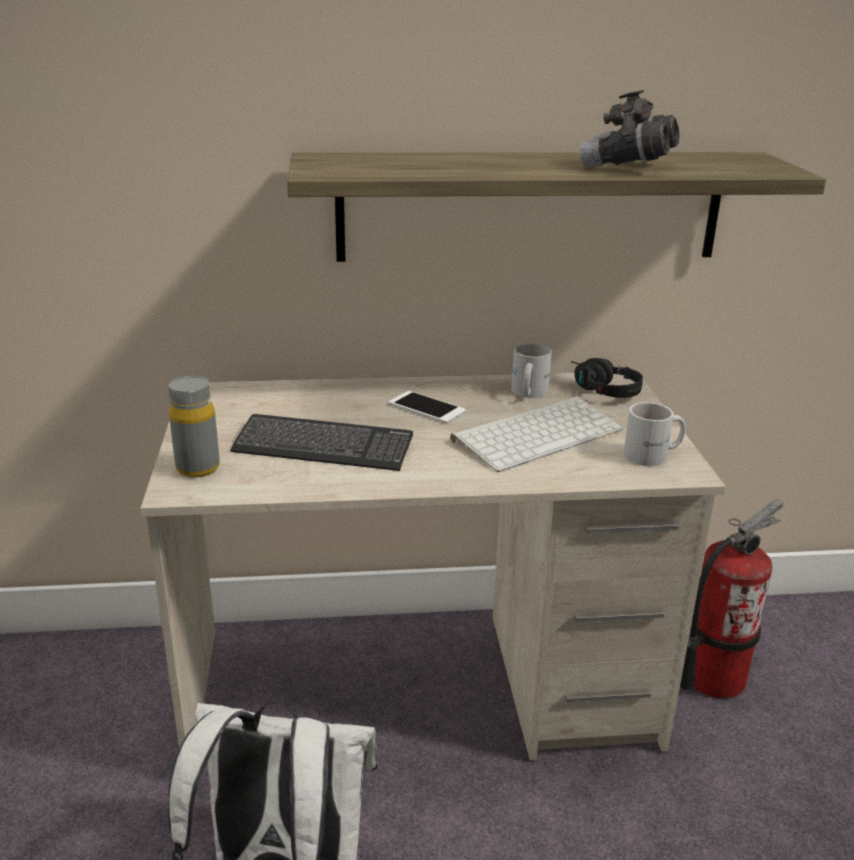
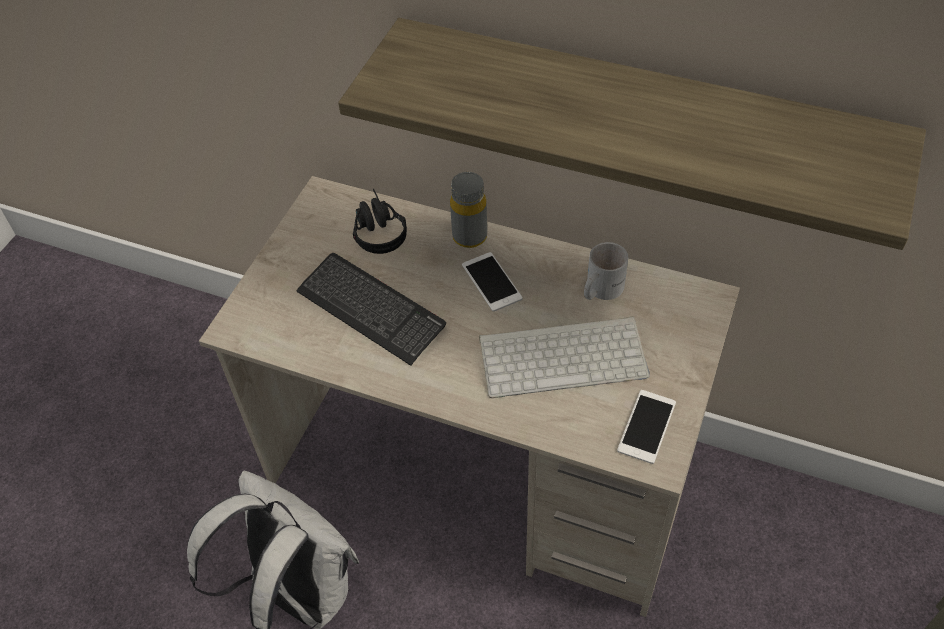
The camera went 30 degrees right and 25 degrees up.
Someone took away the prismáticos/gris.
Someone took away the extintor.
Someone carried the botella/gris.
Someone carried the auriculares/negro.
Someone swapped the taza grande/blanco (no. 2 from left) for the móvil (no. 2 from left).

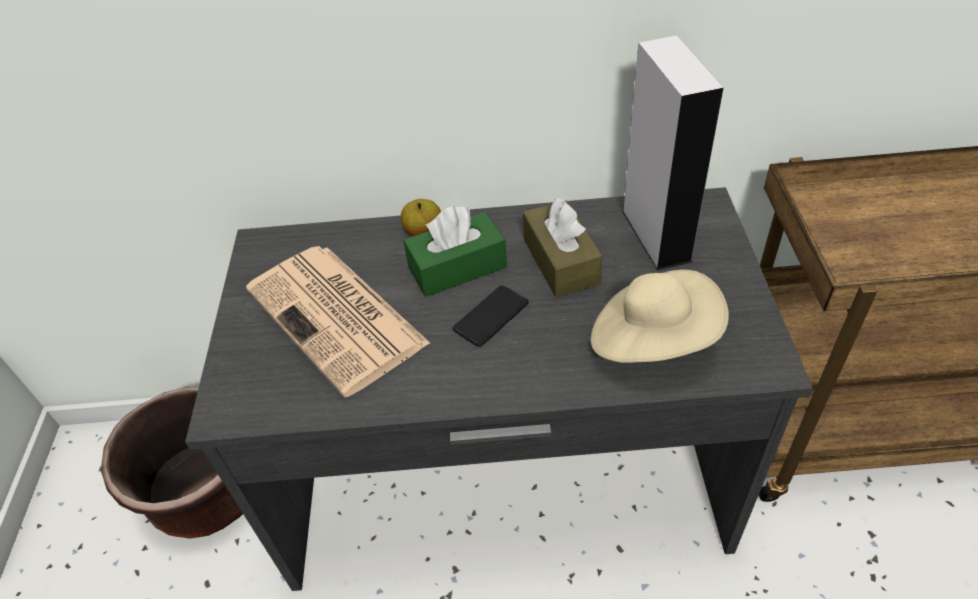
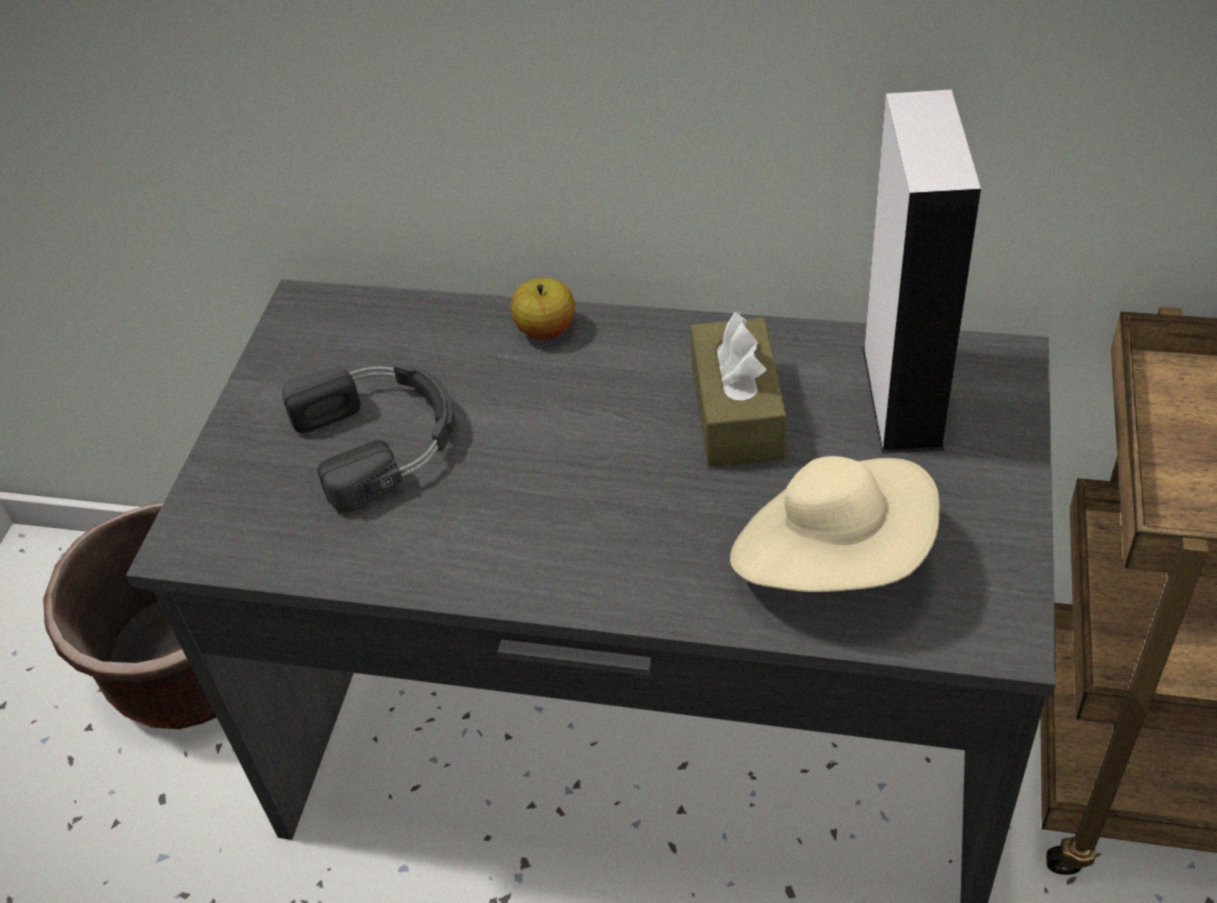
The camera went 15 degrees right and 0 degrees up.
Someone took away the caja de pañuelos/verde.
Someone took away the móvil.
Someone swapped the periódico for the auriculares/negro.

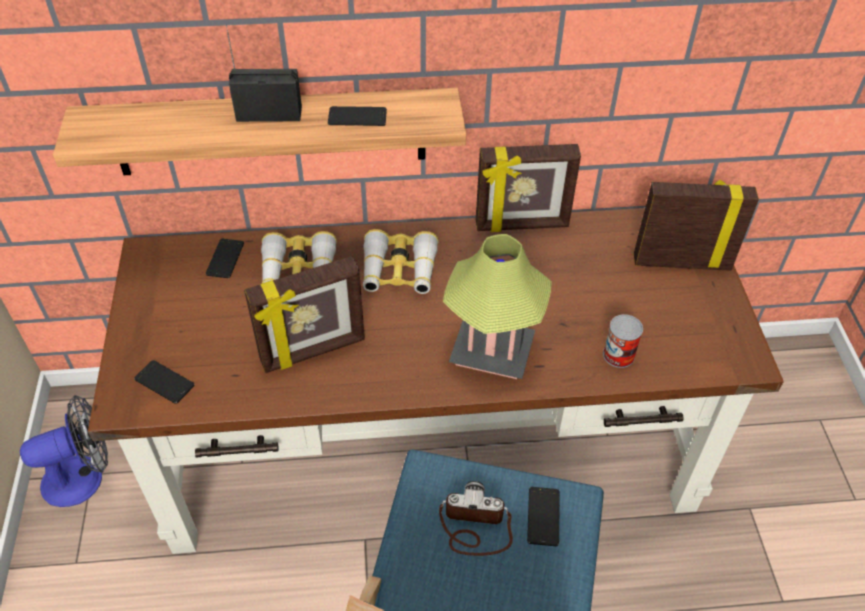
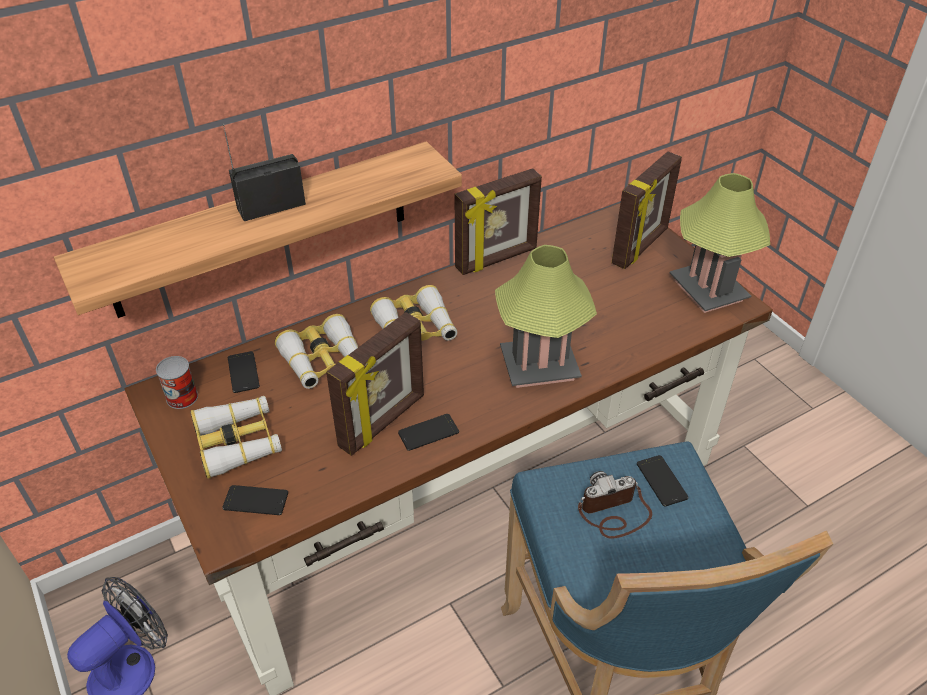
The camera went 25 degrees left and 5 degrees down.
Someone put down the prismáticos (no. 1 from left).
Someone put down the lámpara de mesa (no. 2 from left).
Someone carried the móvil (no. 3 from left).
Someone carried the lata.
Someone rotated the portarretratos (no. 3 from left) by 150 degrees clockwise.

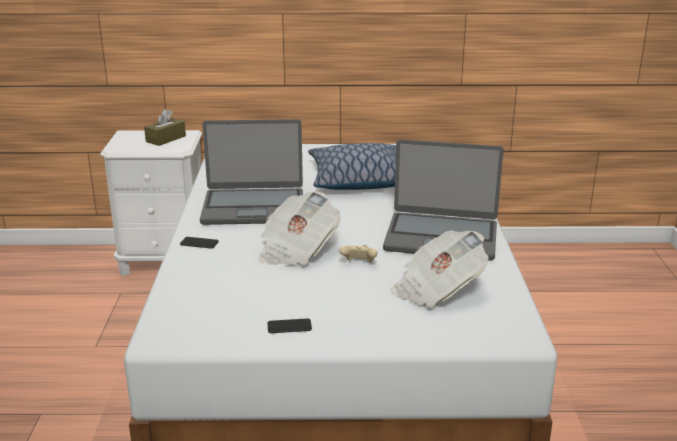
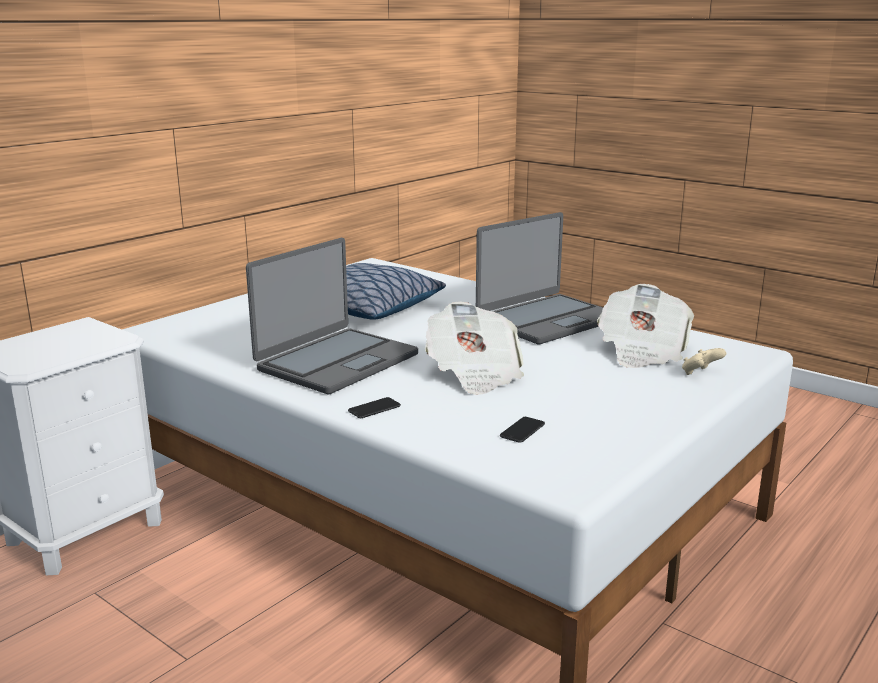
The camera went 50 degrees left and 5 degrees down.
Someone took away the caja de pañuelos/marrón.
Someone carried the móvil (no. 2 from left).
Someone carried the mando de consola/beis.

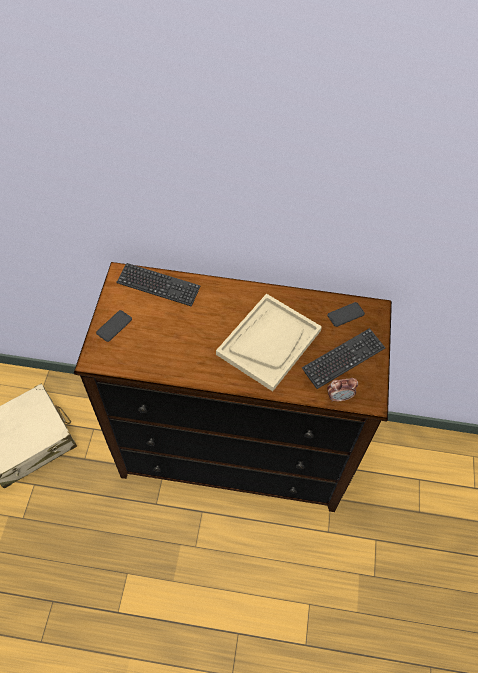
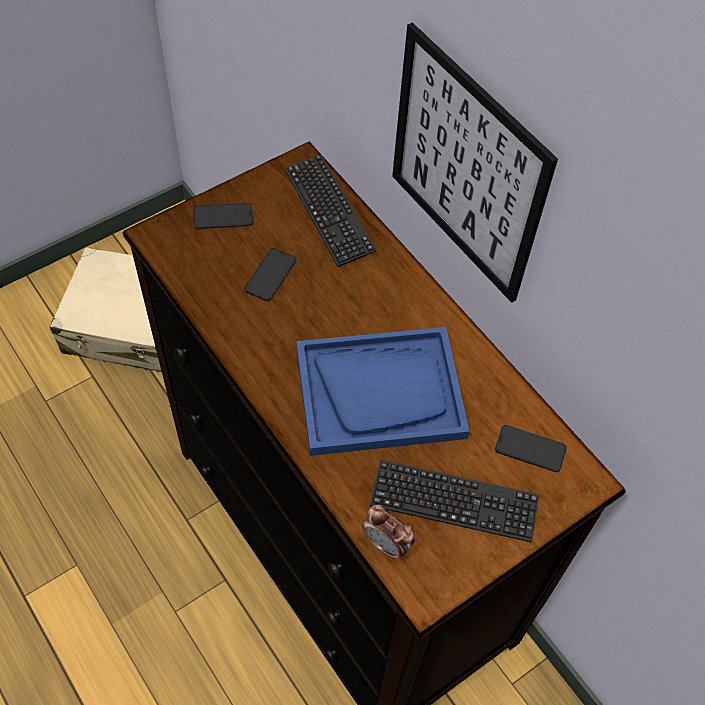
The camera went 45 degrees right and 0 degrees up.
Someone put down the móvil (no. 2 from left).
Someone put up the cuadro.
Someone repainted the bandeja/beis, which became the bandeja/azul.

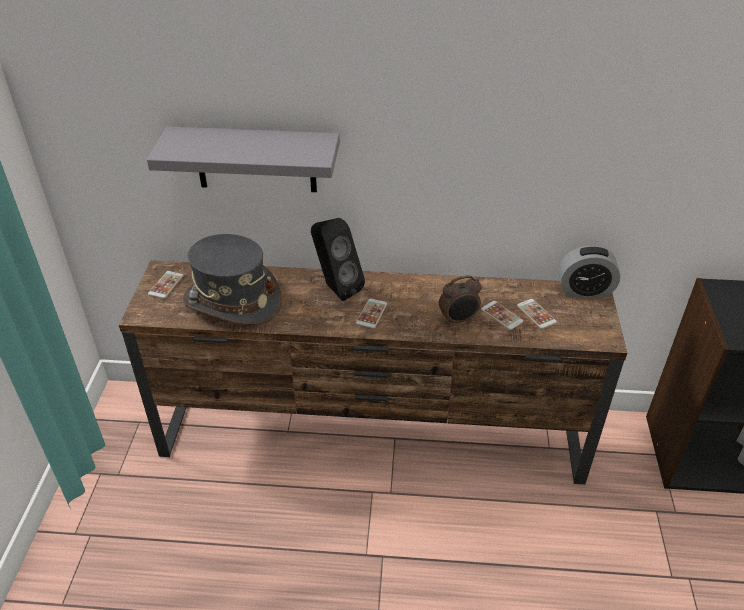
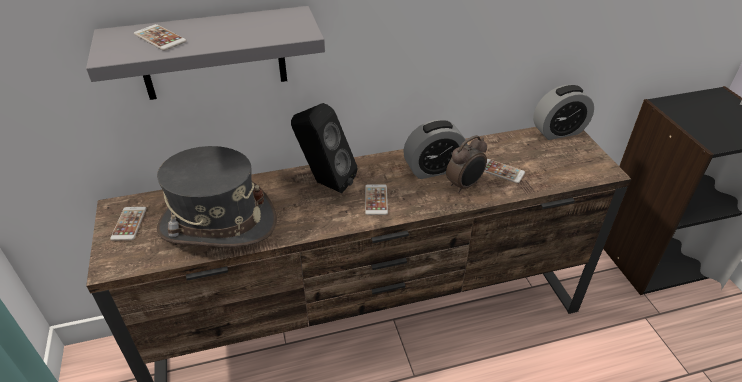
The camera went 20 degrees left and 0 degrees up.
Someone put down the despertador (no. 1 from left).
Someone carried the móvil (no. 4 from left in the first image).

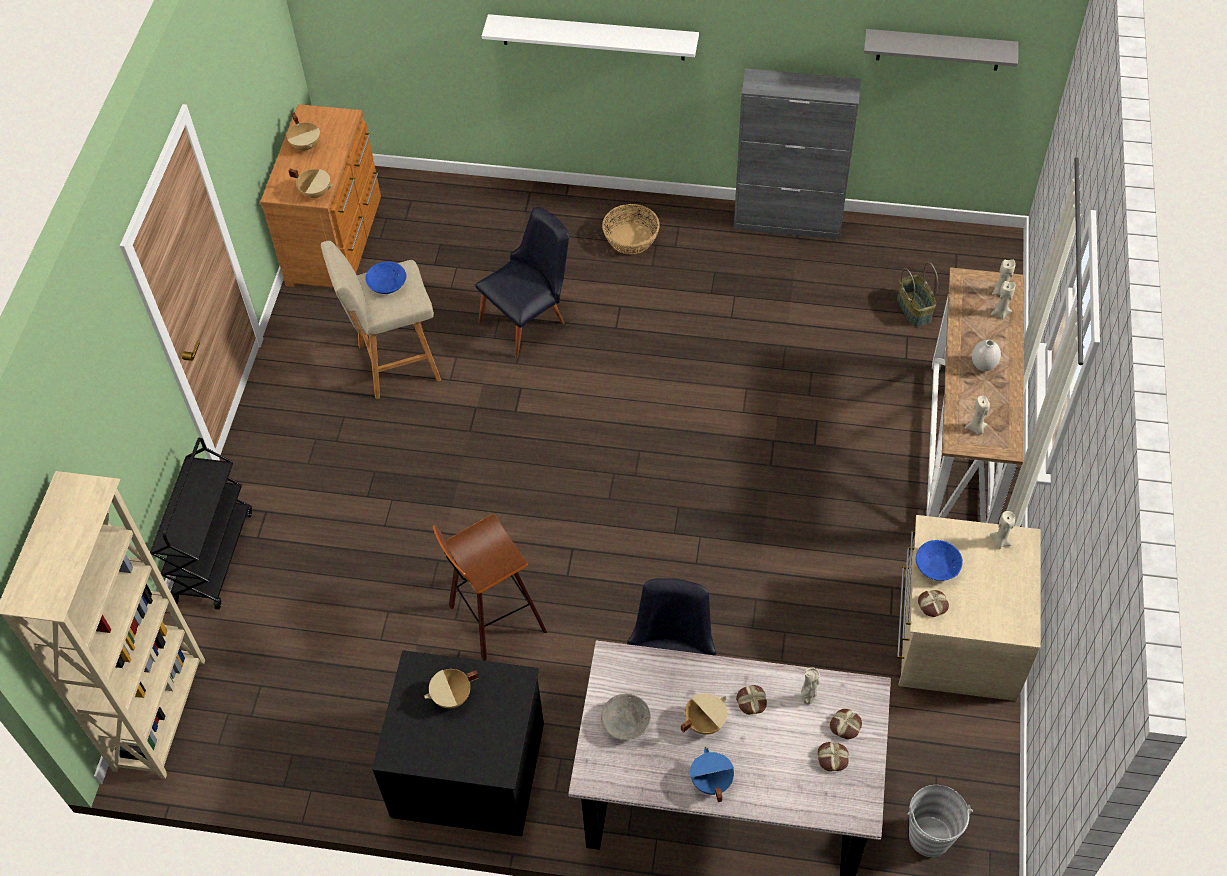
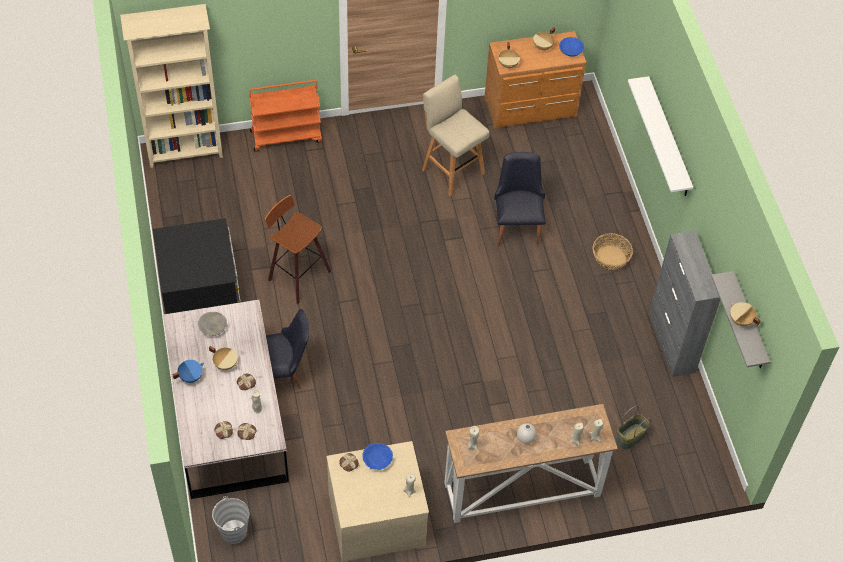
The camera went 65 degrees right and 0 degrees up.
Someone carried the cuenco/azul (no. 1 from left in the first image).
Someone carried the olla/beis (no. 3 from left in the first image).
Someone repainted the carrito/negro, which became the carrito/naranja.
Someone rotated the silla/negro (no. 1 from left in the first image) by 120 degrees counterclockwise.

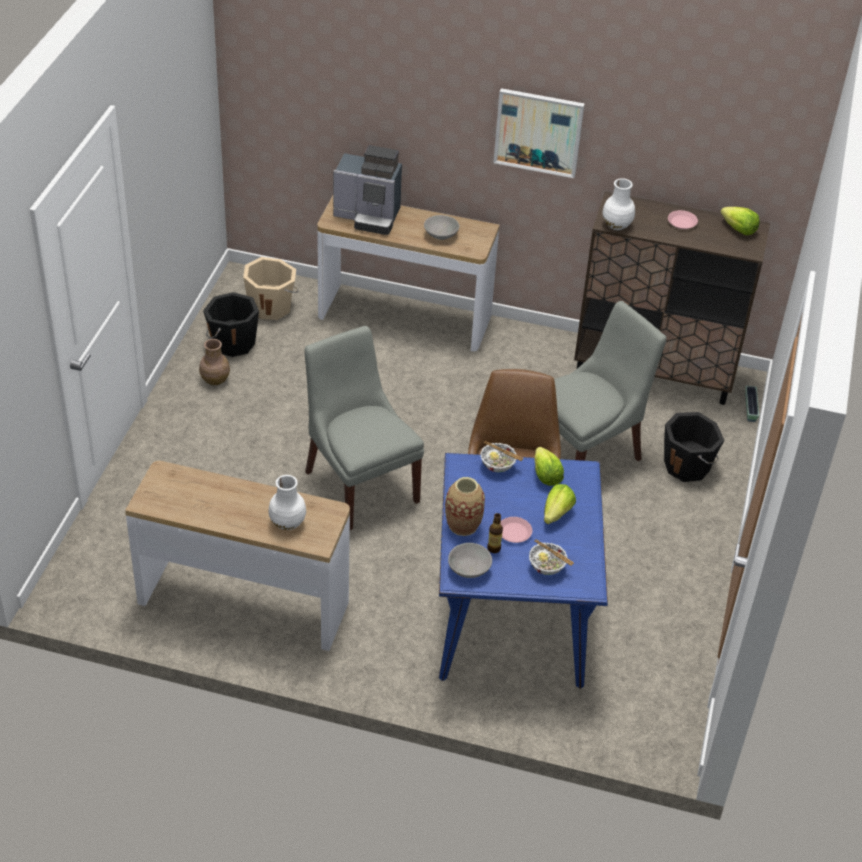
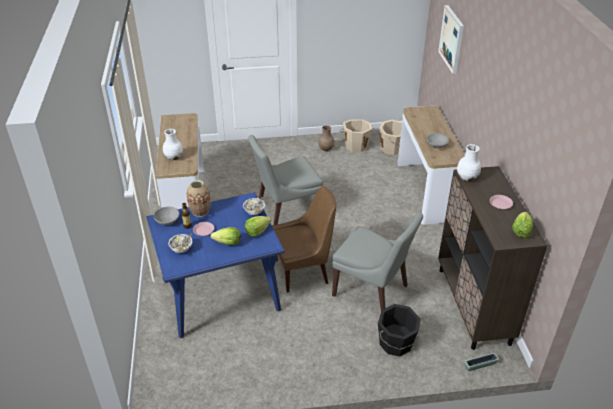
The camera went 70 degrees right and 5 degrees down.
Someone took away the cafetera.
Someone carried the cuadro.
Someone repainted the cubo/negro (no. 1 from left), which became the cubo/beis (no. 1 from left).
Someone rotated the silla/gris (no. 1 from left) by 150 degrees counterclockwise.

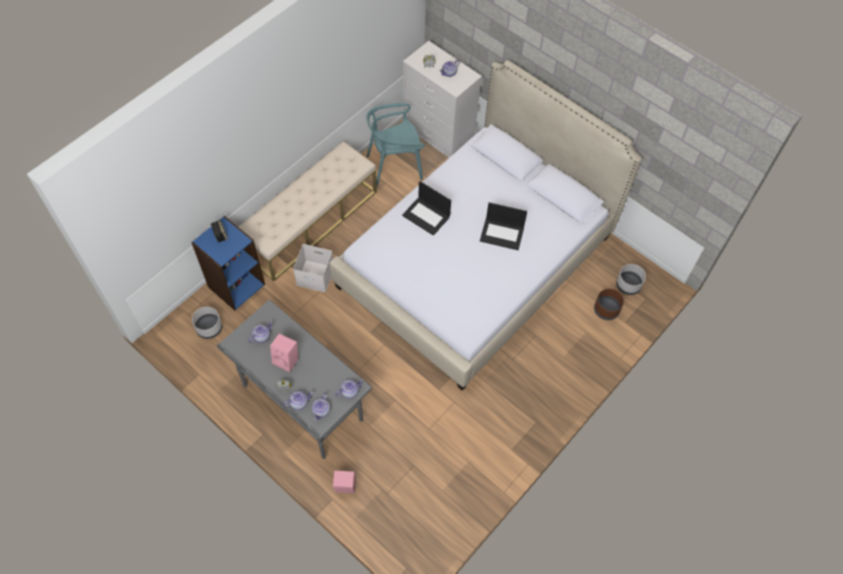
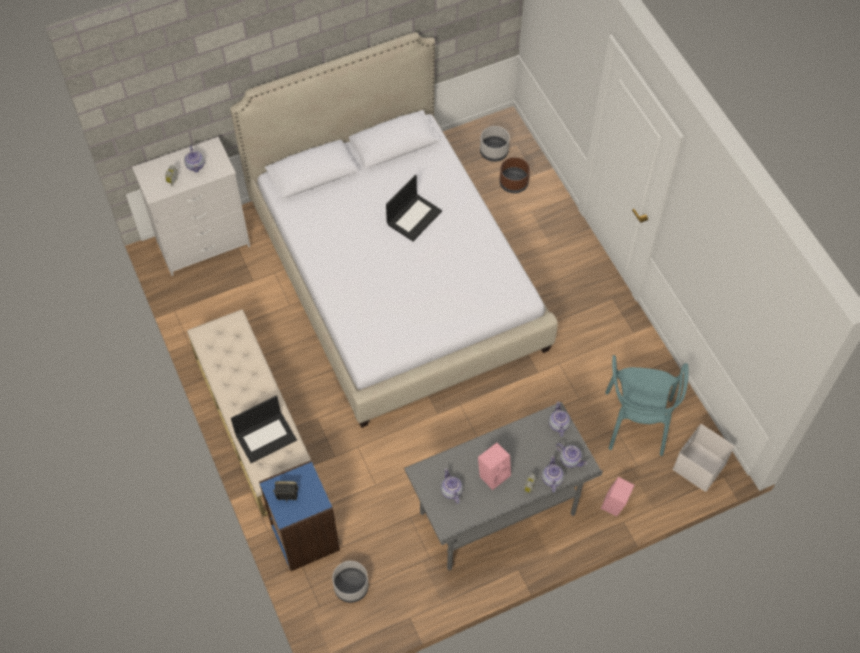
The camera went 65 degrees left and 0 degrees up.
Someone carried the caja de almacenaje/blanco.
Someone carried the silla/turquesa.
Someone carried the portátil (no. 1 from left).

